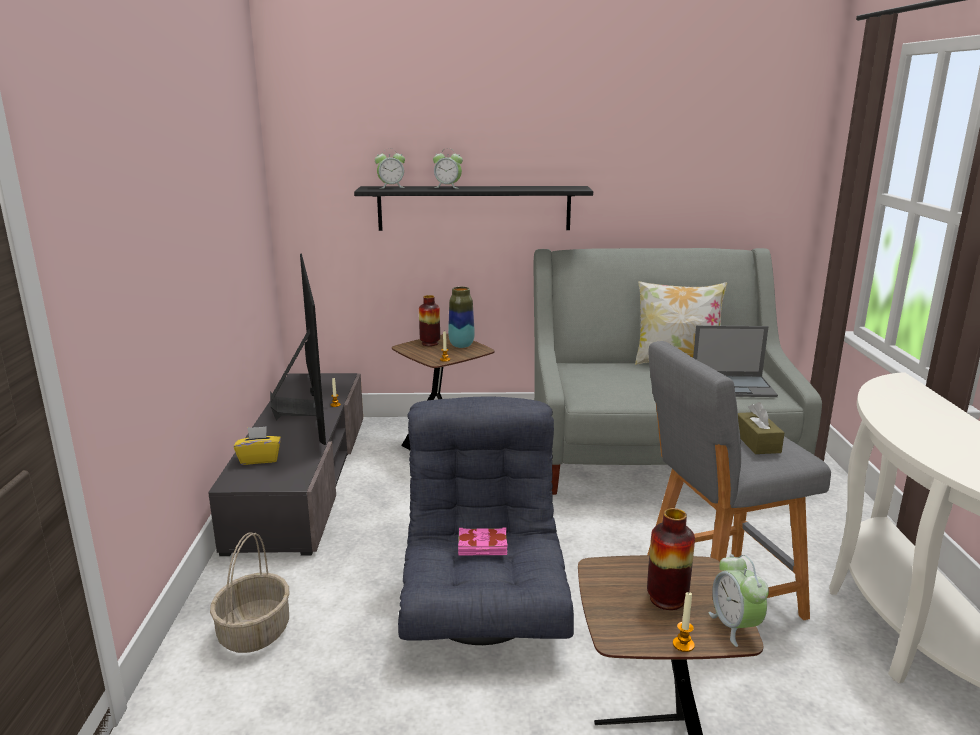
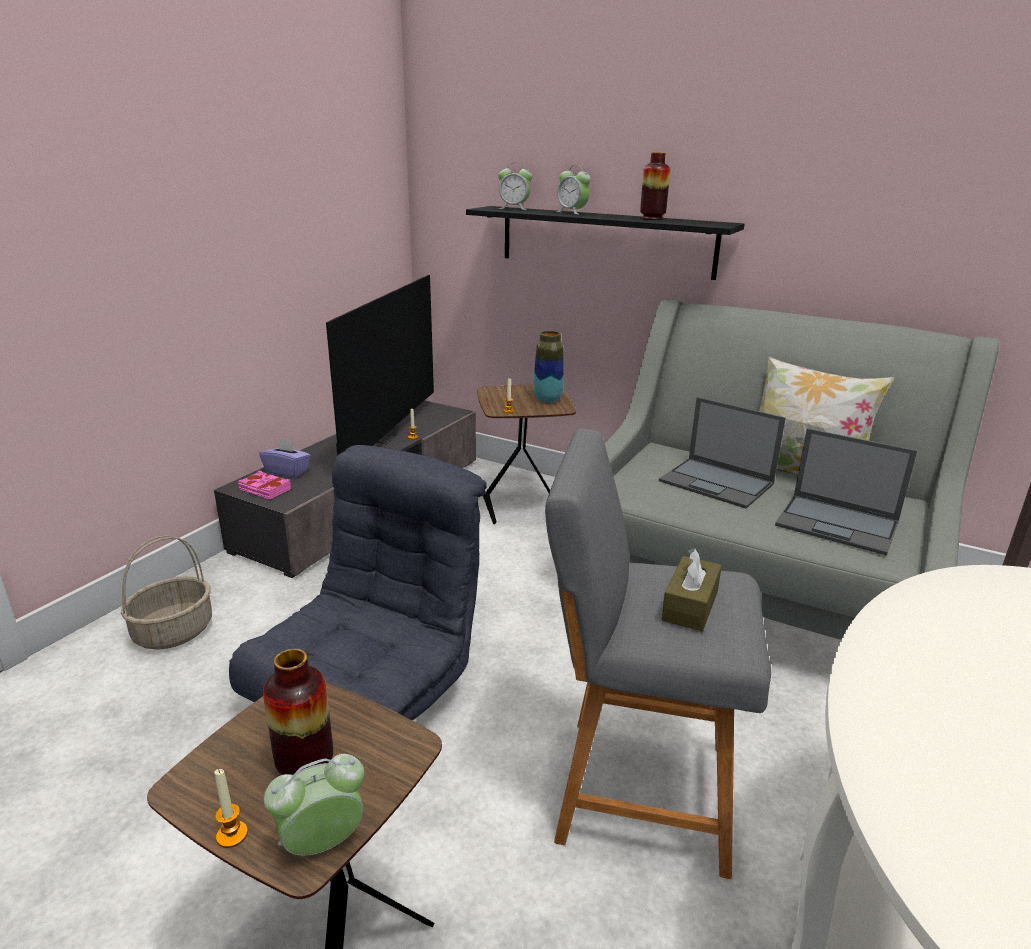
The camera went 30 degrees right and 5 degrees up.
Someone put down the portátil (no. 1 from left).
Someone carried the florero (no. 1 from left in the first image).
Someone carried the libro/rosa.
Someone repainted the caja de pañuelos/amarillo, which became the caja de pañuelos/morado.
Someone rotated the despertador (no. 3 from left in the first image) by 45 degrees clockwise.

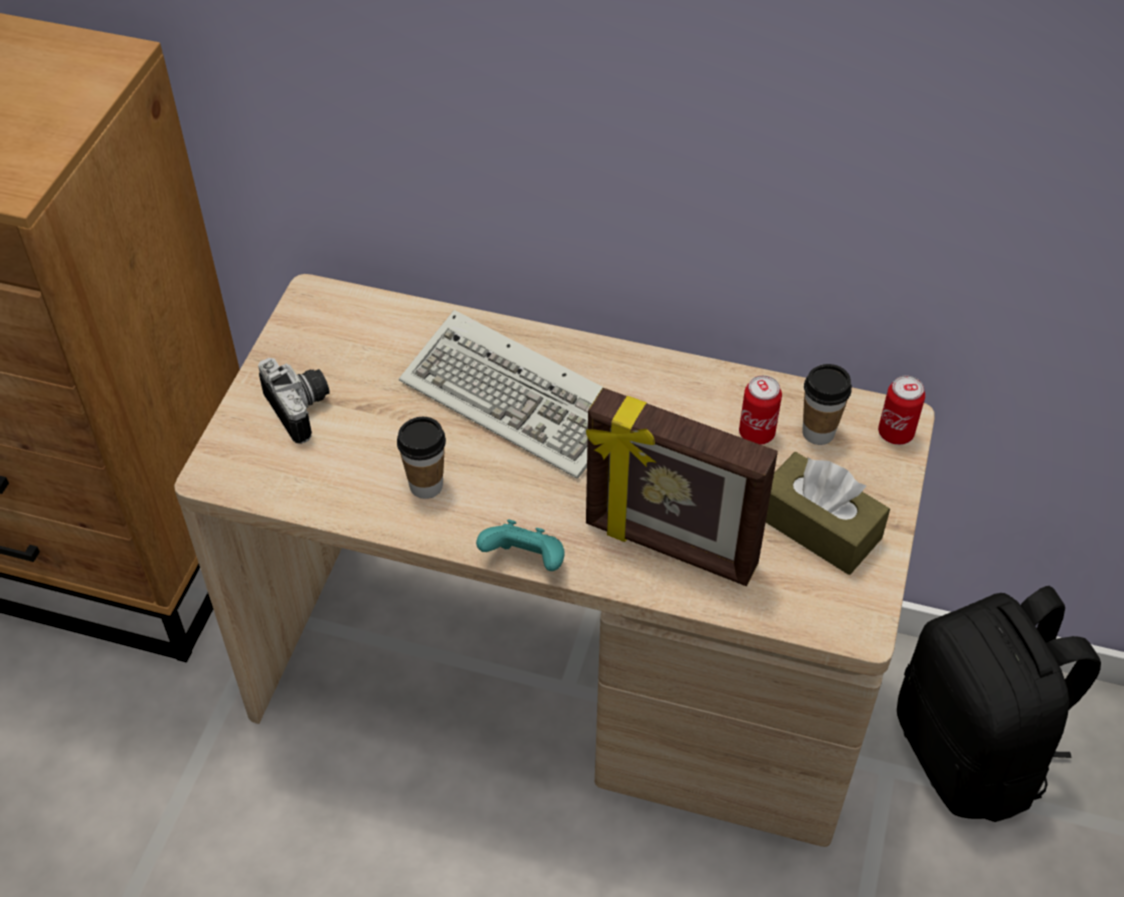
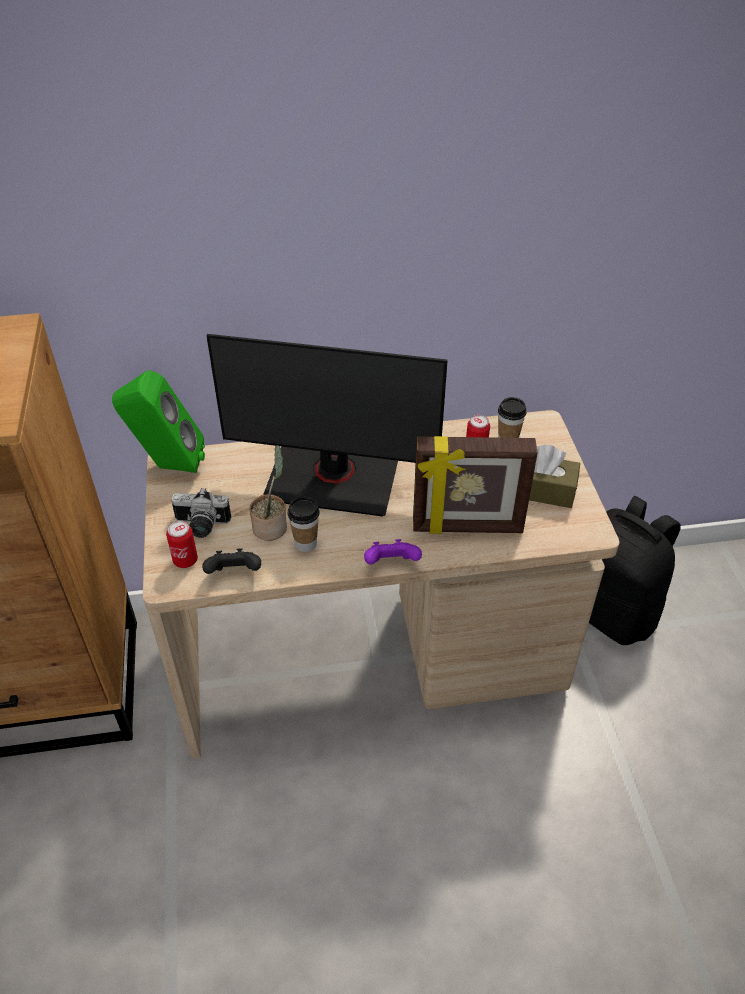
The camera went 25 degrees left and 5 degrees down.
Someone put down the altavoz/verde.
Someone put down the mando de consola/negro.
Someone put down the planta en maceta.
Someone carried the lata (no. 2 from left in the first image).
Someone swapped the teclado for the monitor.
Someone repainted the mando de consola/turquesa, which became the mando de consola/morado.
Someone rotated the cámara by 150 degrees clockwise.

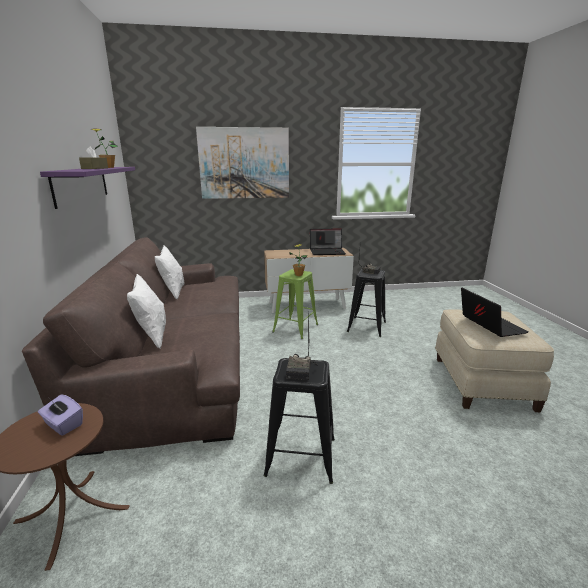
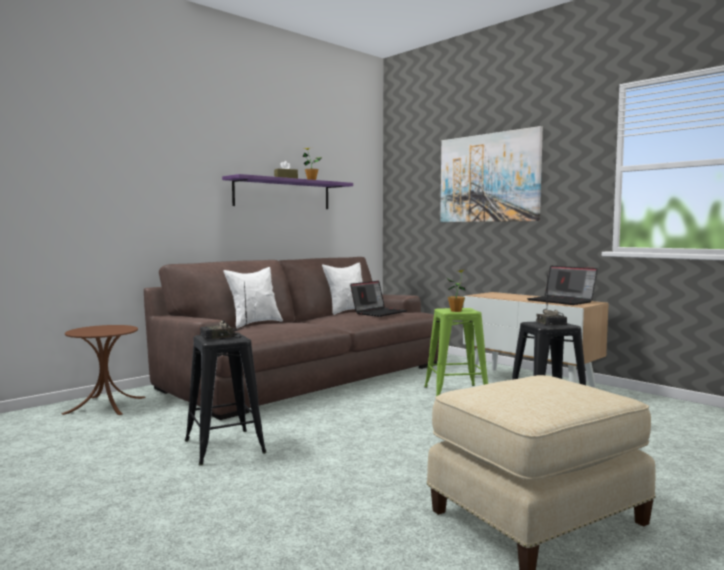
The camera went 55 degrees right and 15 degrees down.
Someone took away the caja de pañuelos/morado.
Someone carried the portátil (no. 2 from left in the first image).

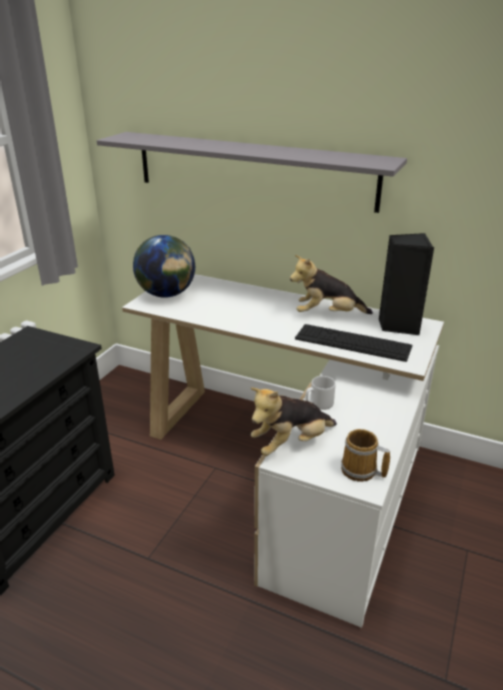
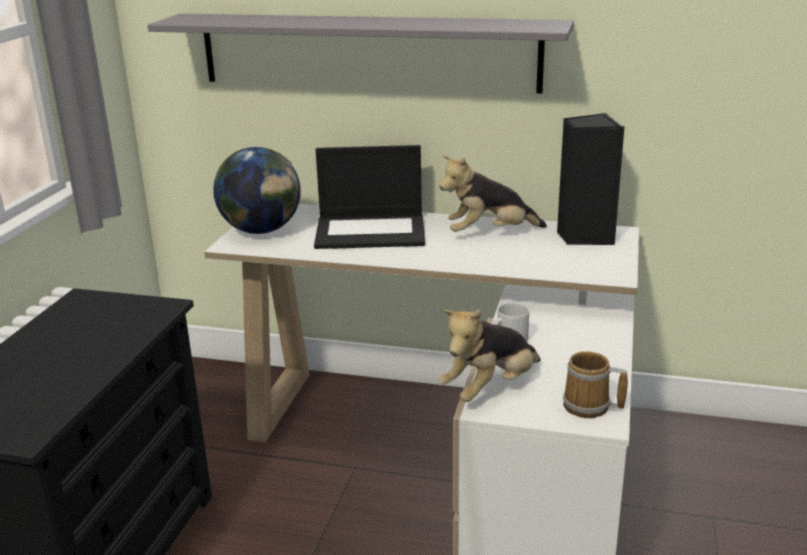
The camera went 10 degrees left and 5 degrees down.
Someone took away the teclado.
Someone put down the portátil.

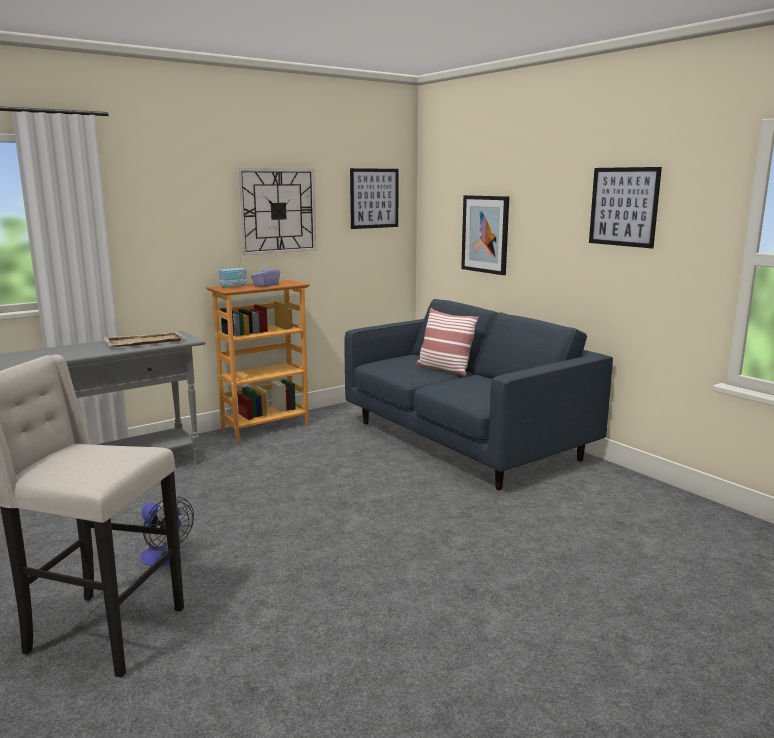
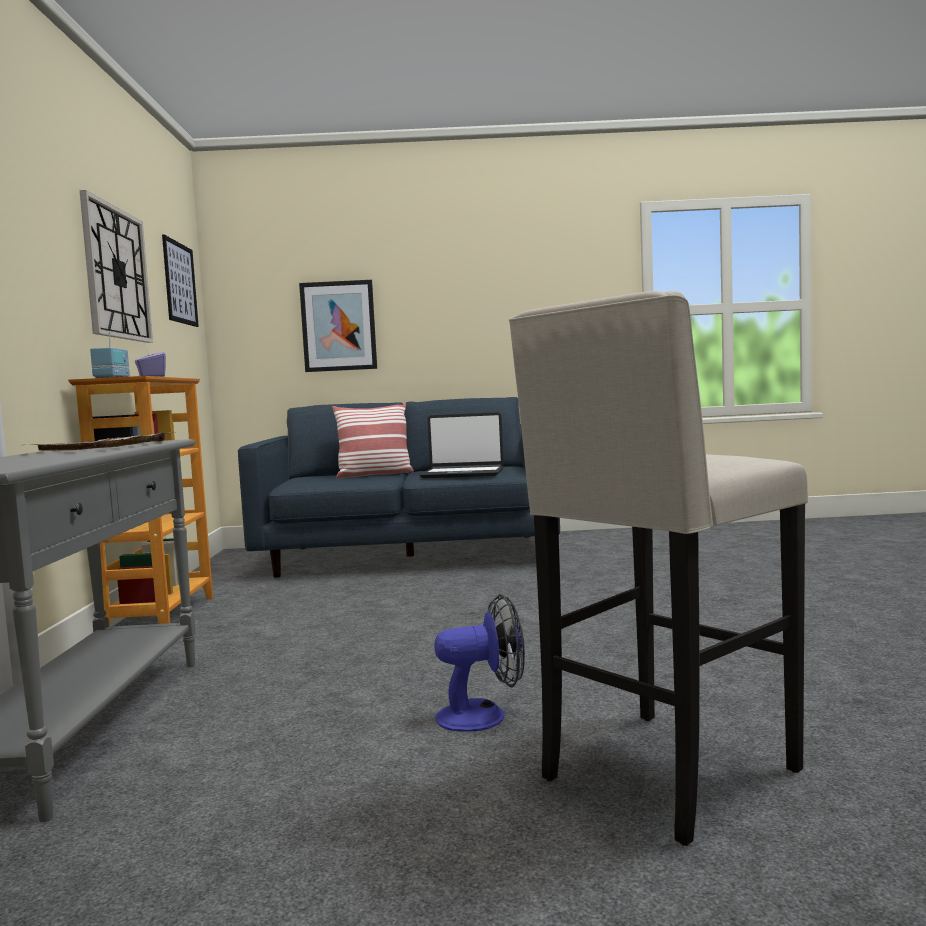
The camera went 55 degrees left and 10 degrees down.
Someone took away the cuadro (no. 3 from left).
Someone put down the portátil.

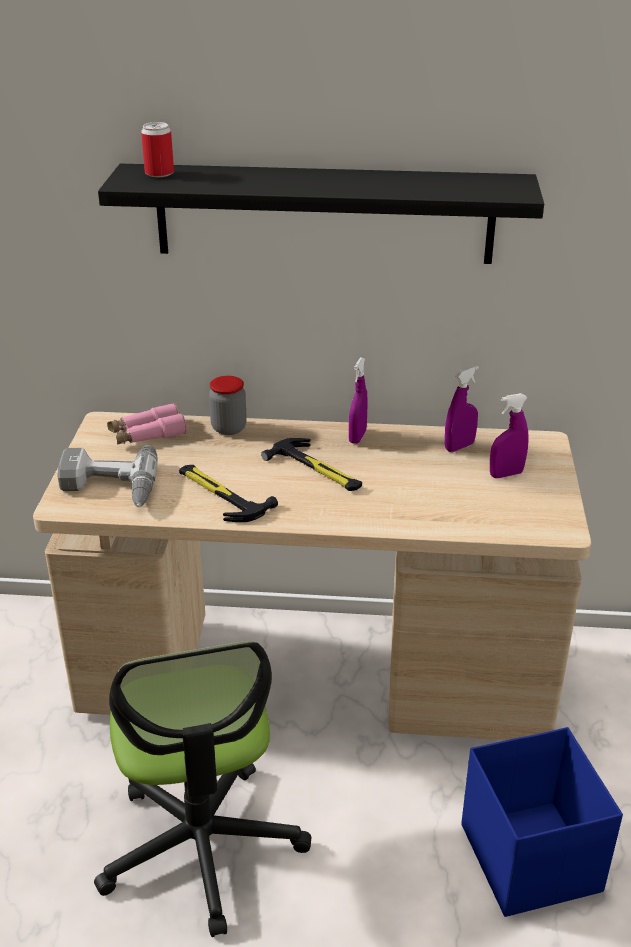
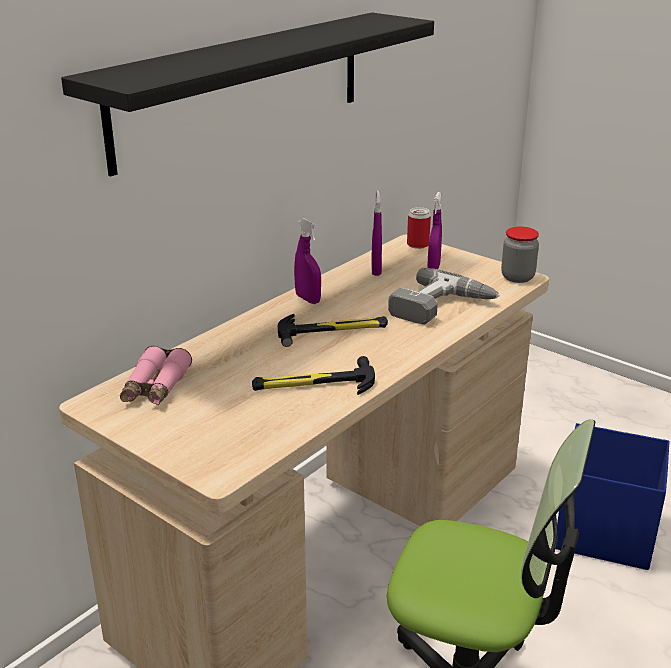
The camera went 55 degrees left and 5 degrees down.
Someone carried the taladro.
Someone carried the lata.
Someone carried the tarro.

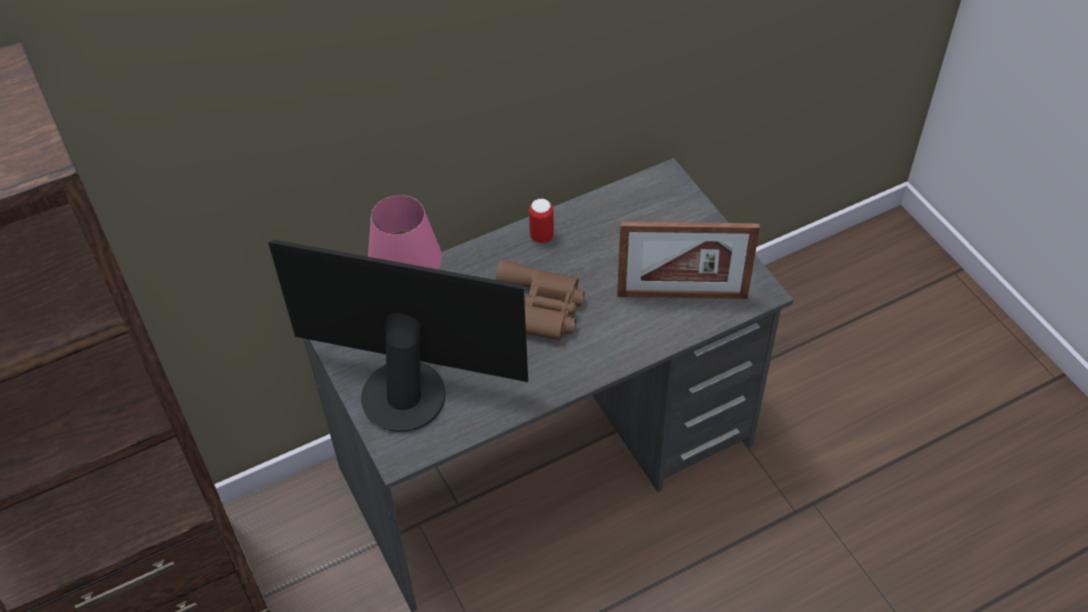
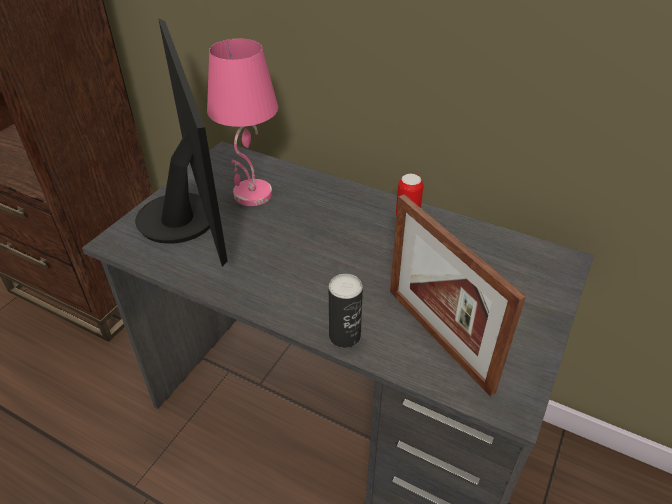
The camera went 55 degrees right and 10 degrees down.
Someone took away the prismáticos/marrón.
Someone put down the lata (no. 1 from left).

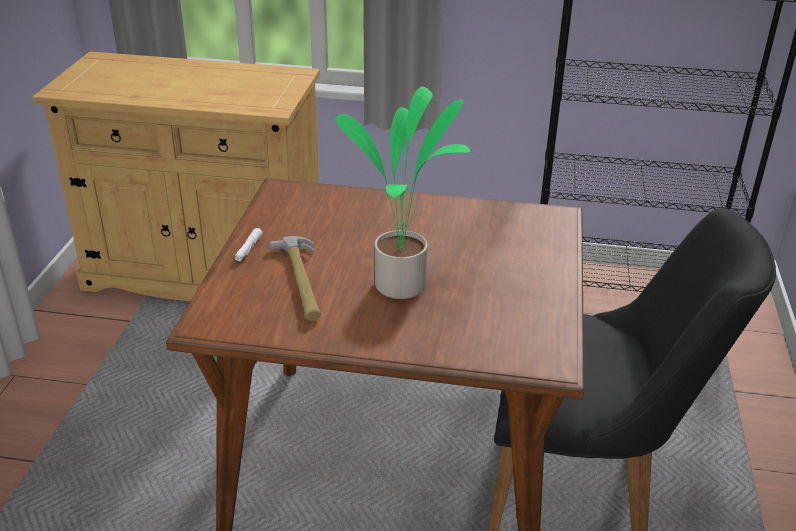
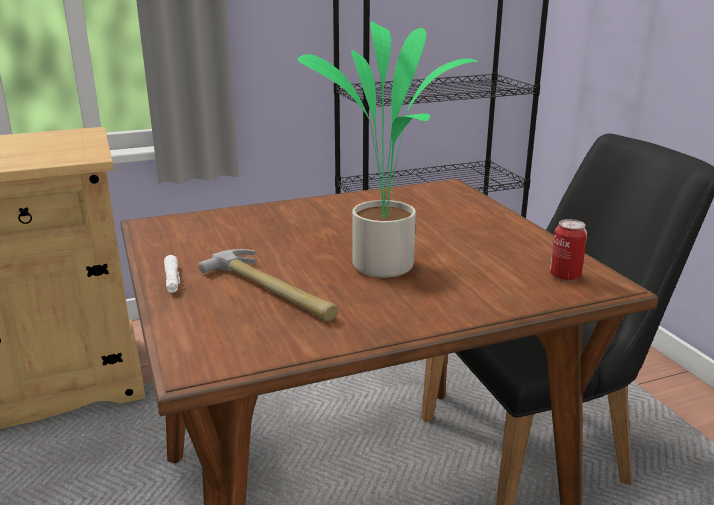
The camera went 30 degrees left and 10 degrees down.
Someone put down the lata.

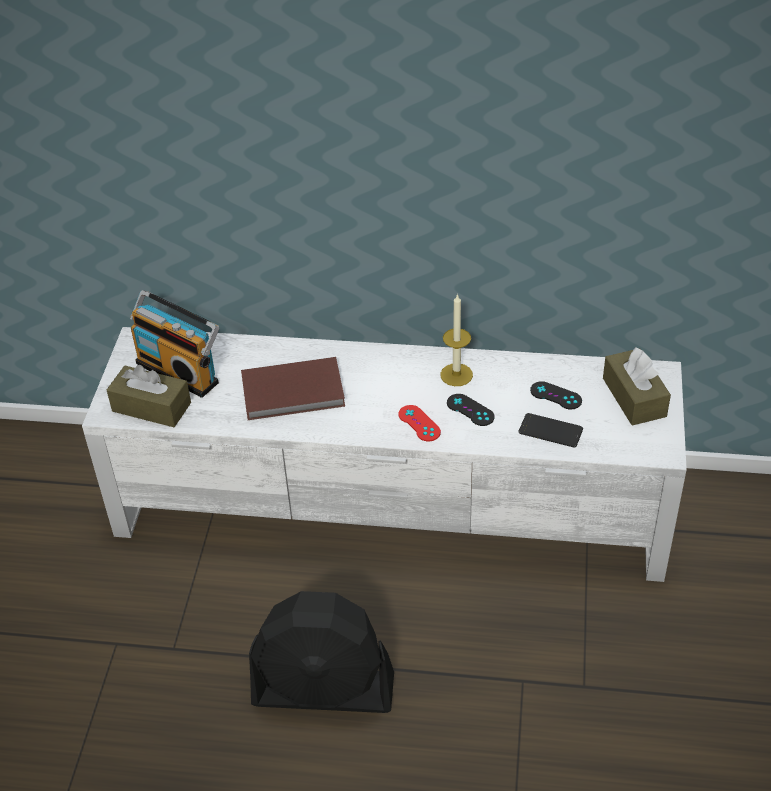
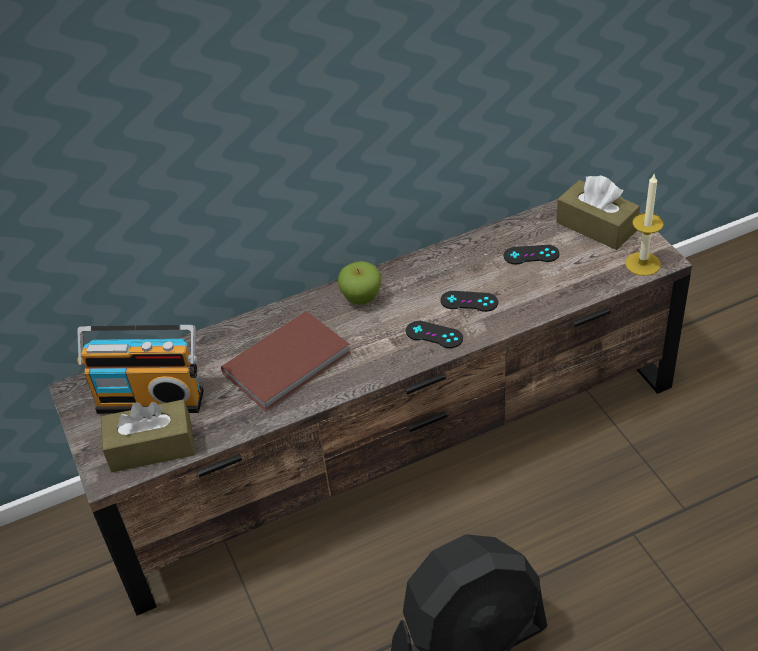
The camera went 30 degrees left and 0 degrees up.
Someone took away the móvil.
Someone put down the manzana.
Someone carried the vela.
Someone repainted the mueble de televisión/blanco, which became the mueble de televisión/marrón.
Someone repainted the mando de consola/rojo, which became the mando de consola/negro (no. 1 from left).

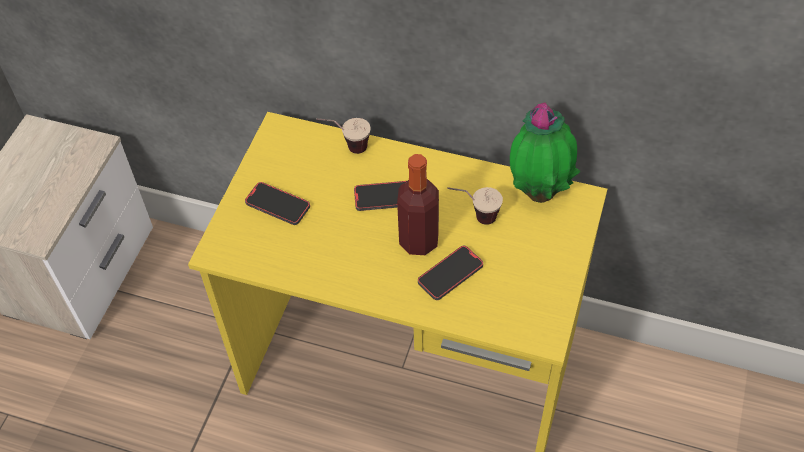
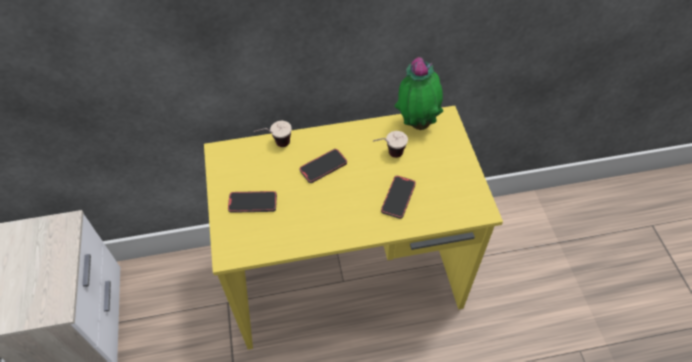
The camera went 30 degrees left and 0 degrees up.
Someone took away the botella.

